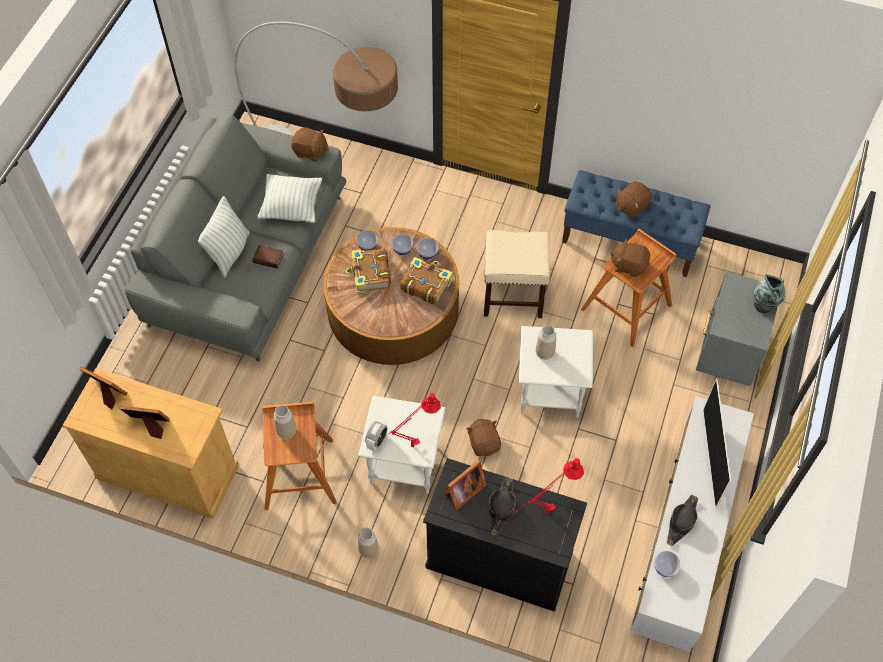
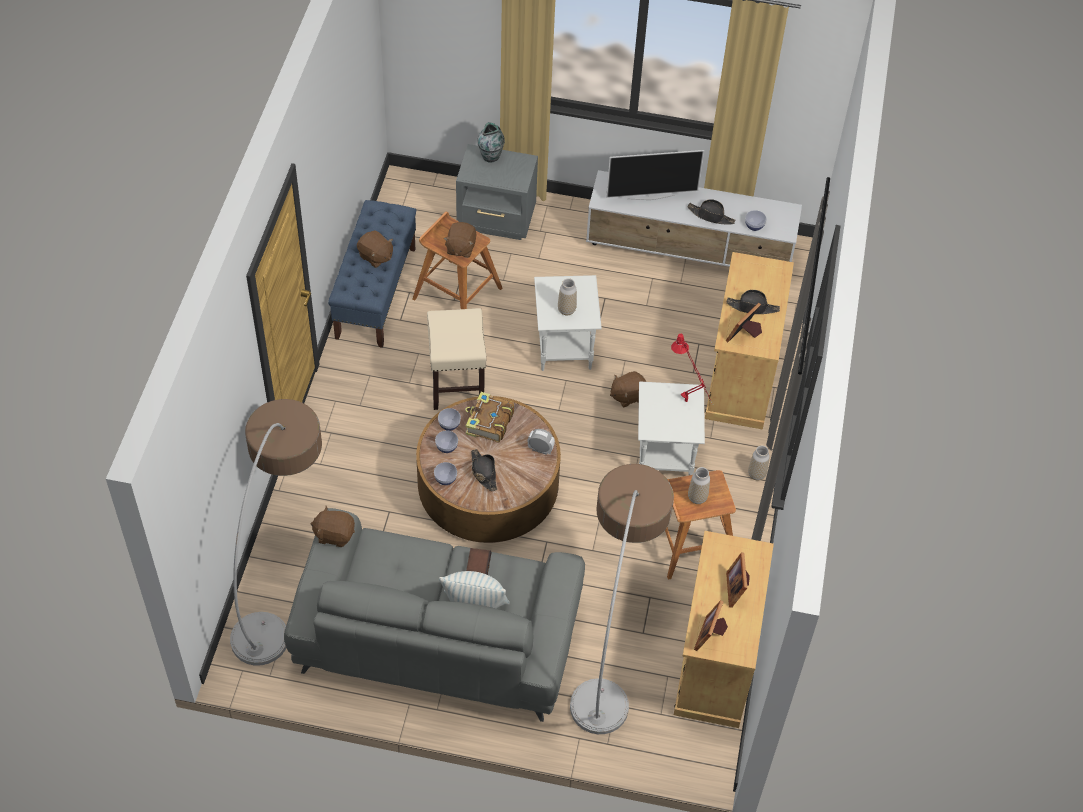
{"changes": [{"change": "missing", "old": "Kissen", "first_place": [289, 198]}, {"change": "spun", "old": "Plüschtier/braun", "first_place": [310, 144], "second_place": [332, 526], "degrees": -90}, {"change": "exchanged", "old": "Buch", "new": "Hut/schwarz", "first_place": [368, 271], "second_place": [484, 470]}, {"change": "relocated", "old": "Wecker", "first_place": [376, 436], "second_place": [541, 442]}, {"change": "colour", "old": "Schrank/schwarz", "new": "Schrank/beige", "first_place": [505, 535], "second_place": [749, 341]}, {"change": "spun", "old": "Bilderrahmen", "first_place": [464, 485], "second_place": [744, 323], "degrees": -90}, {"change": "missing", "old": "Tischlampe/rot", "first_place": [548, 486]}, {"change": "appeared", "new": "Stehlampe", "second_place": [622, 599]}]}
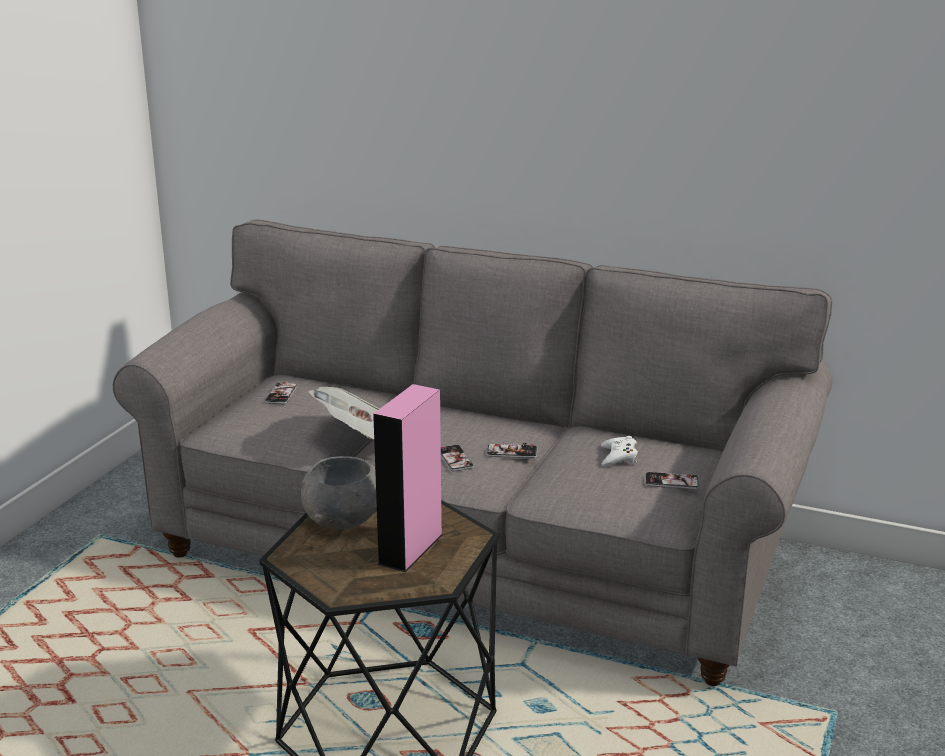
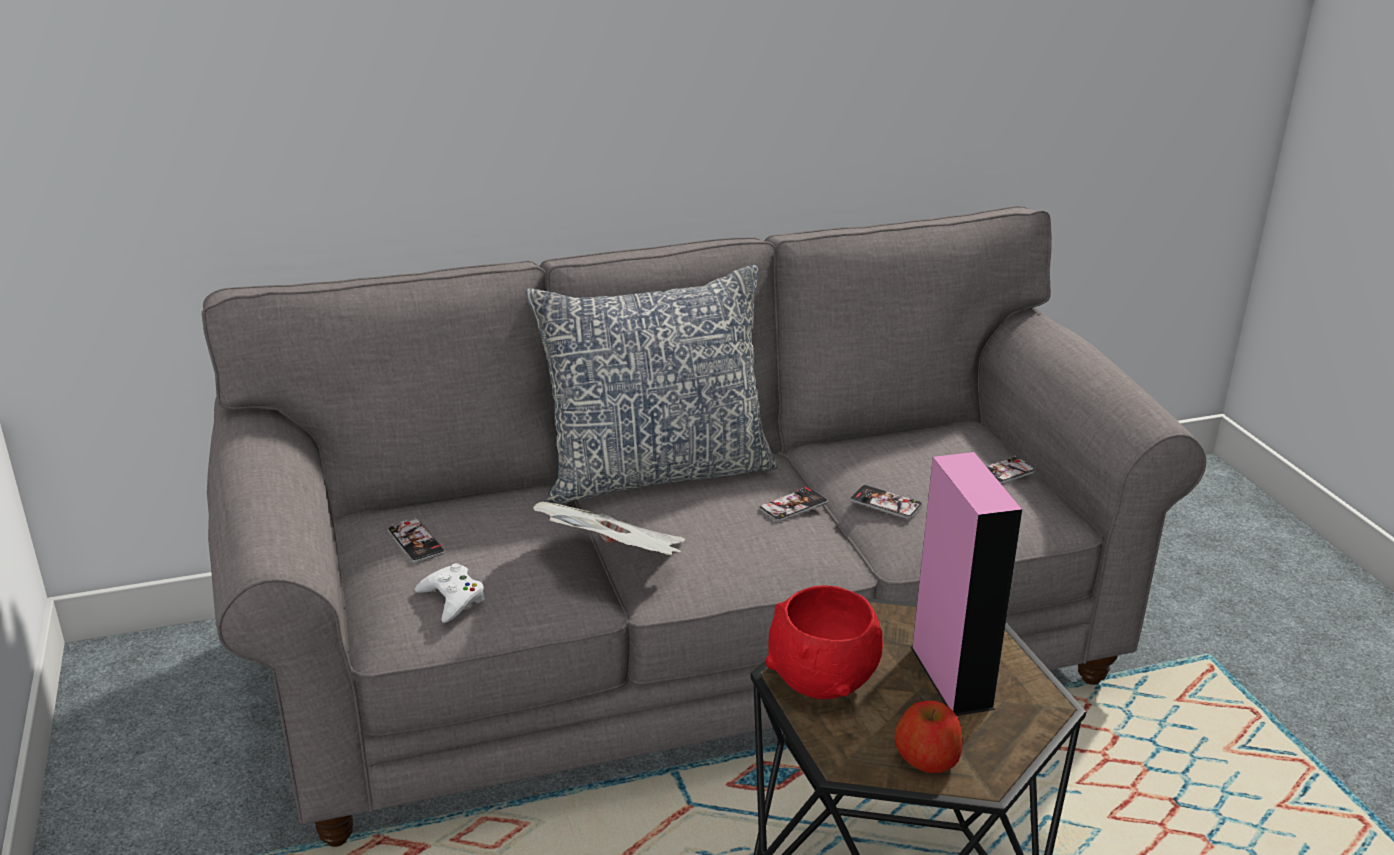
{"changes": [{"change": "colour", "old": "Schüssel/grau", "new": "Schüssel/rot", "first_place": [339, 493], "second_place": [824, 642]}, {"change": "relocated", "old": "Handy", "first_place": [457, 458], "second_place": [886, 502]}, {"change": "relocated", "old": "Gamepad/weiß", "first_place": [619, 451], "second_place": [450, 593]}, {"change": "appeared", "new": "Kissen", "second_place": [651, 383]}, {"change": "appeared", "new": "Apfel", "second_place": [929, 737]}]}
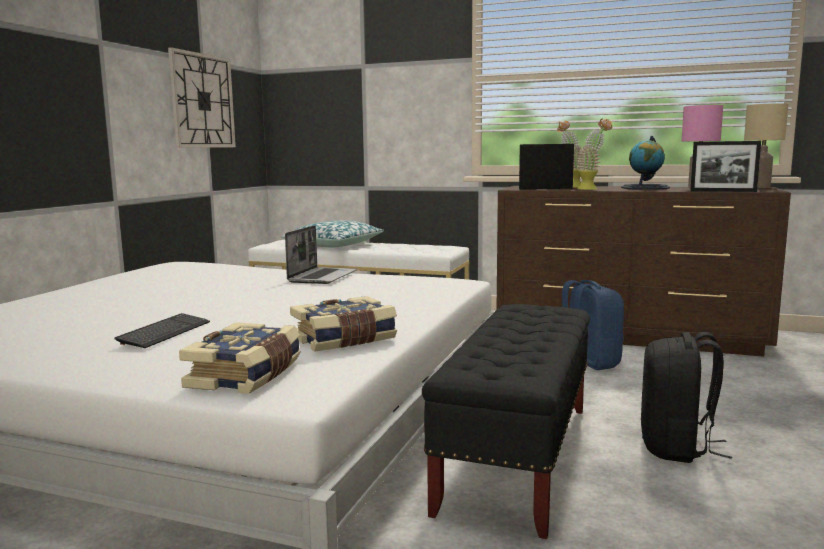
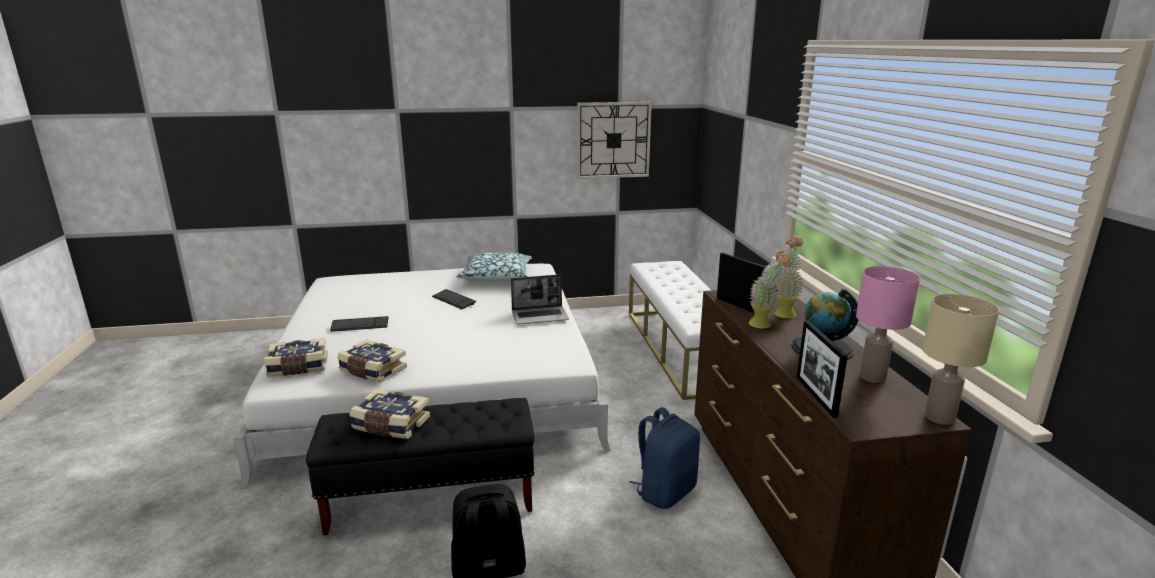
{"changes": [{"change": "relocated", "old": "Kissen", "first_place": [332, 233], "second_place": [494, 267]}, {"change": "appeared", "new": "Buch", "second_place": [390, 414]}, {"change": "appeared", "new": "Tastatur", "second_place": [454, 299]}]}
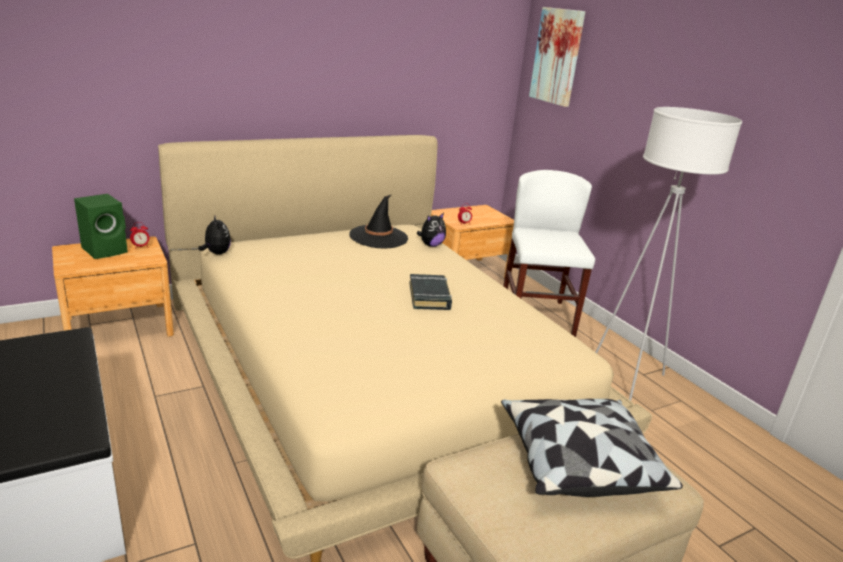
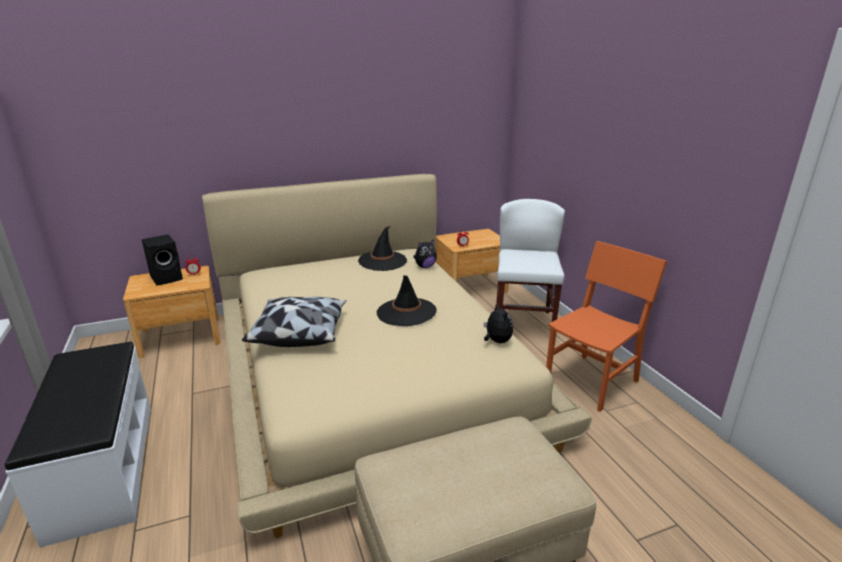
{"changes": [{"change": "colour", "old": "Lautsprecher/grün", "new": "Lautsprecher/schwarz", "first_place": [101, 226], "second_place": [162, 259]}, {"change": "relocated", "old": "Plüschtier", "first_place": [214, 235], "second_place": [498, 323]}, {"change": "exchanged", "old": "Buch/schwarz", "new": "Hut/schwarz", "first_place": [430, 292], "second_place": [407, 300]}, {"change": "relocated", "old": "Kissen", "first_place": [592, 448], "second_place": [294, 322]}, {"change": "missing", "old": "Bild", "first_place": [557, 57]}, {"change": "exchanged", "old": "Stehlampe/weiß", "new": "Stuhl/orange", "first_place": [669, 254], "second_place": [606, 326]}]}
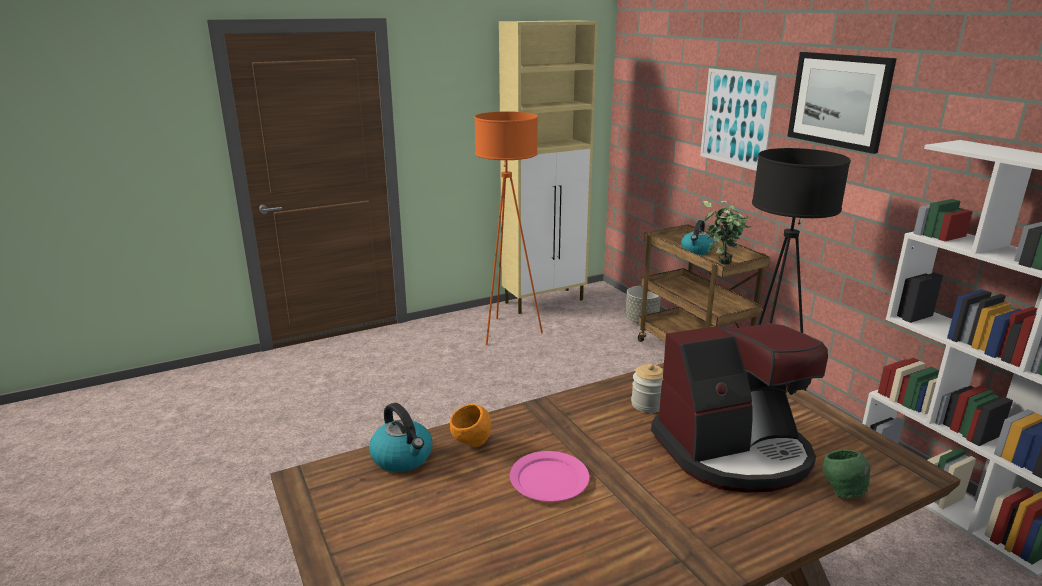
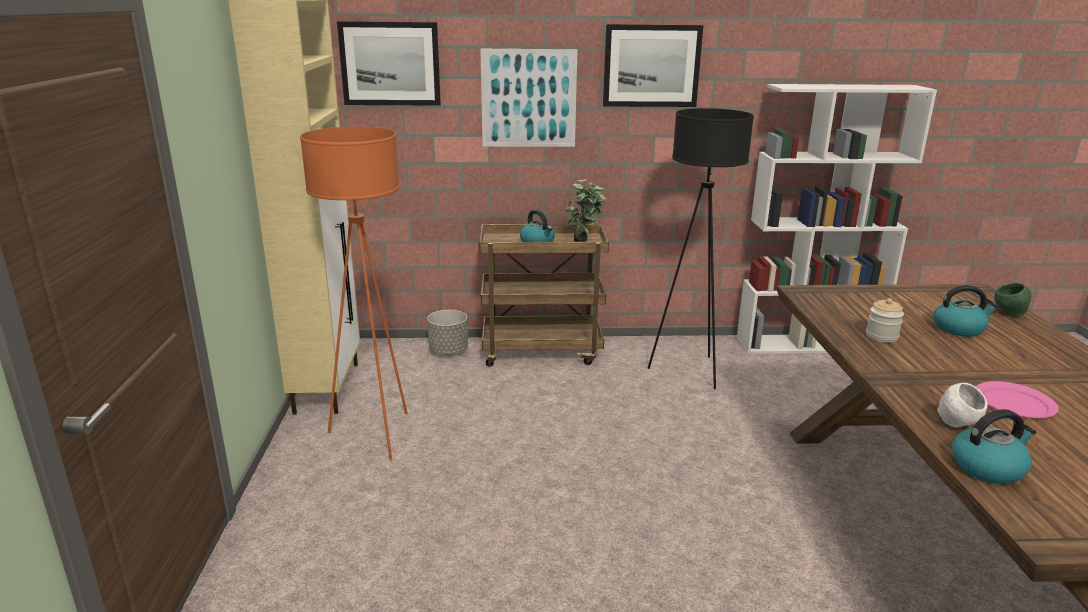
{"changes": [{"change": "colour", "old": "Schüssel/orange", "new": "Schüssel/weiß", "first_place": [470, 425], "second_place": [962, 405]}, {"change": "exchanged", "old": "Kaffeemaschine", "new": "Wasserkessel", "first_place": [739, 408], "second_place": [966, 311]}, {"change": "appeared", "new": "Bild", "second_place": [389, 63]}]}
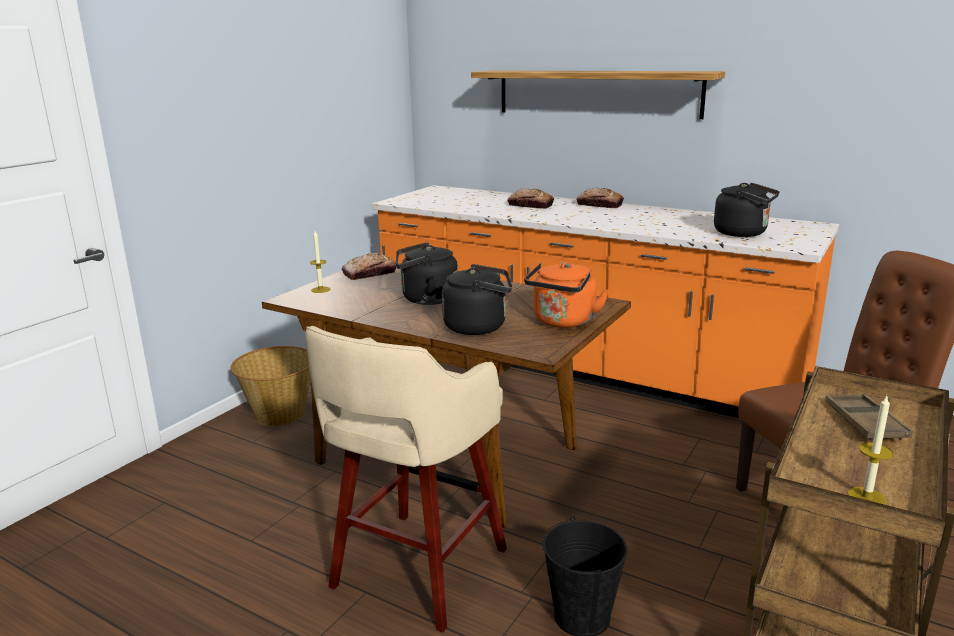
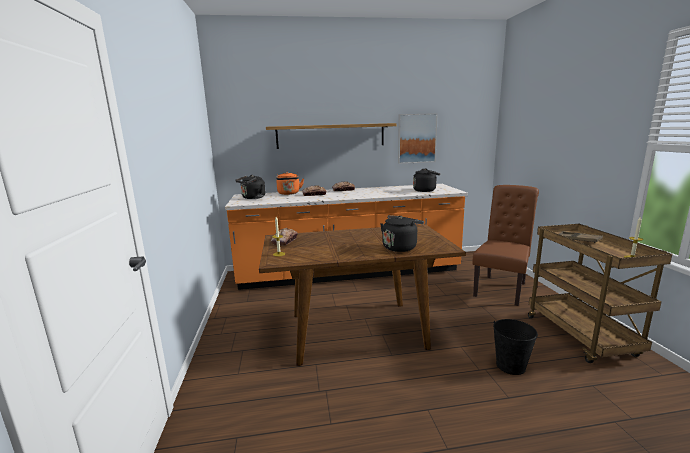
{"changes": [{"change": "missing", "old": "Korb", "first_place": [270, 386]}, {"change": "missing", "old": "Hocker/beige", "first_place": [406, 479]}, {"change": "relocated", "old": "Wasserkessel/schwarz", "first_place": [427, 273], "second_place": [250, 187]}, {"change": "relocated", "old": "Wasserkessel/orange", "first_place": [566, 295], "second_place": [290, 183]}, {"change": "appeared", "new": "Bild", "second_place": [418, 138]}]}
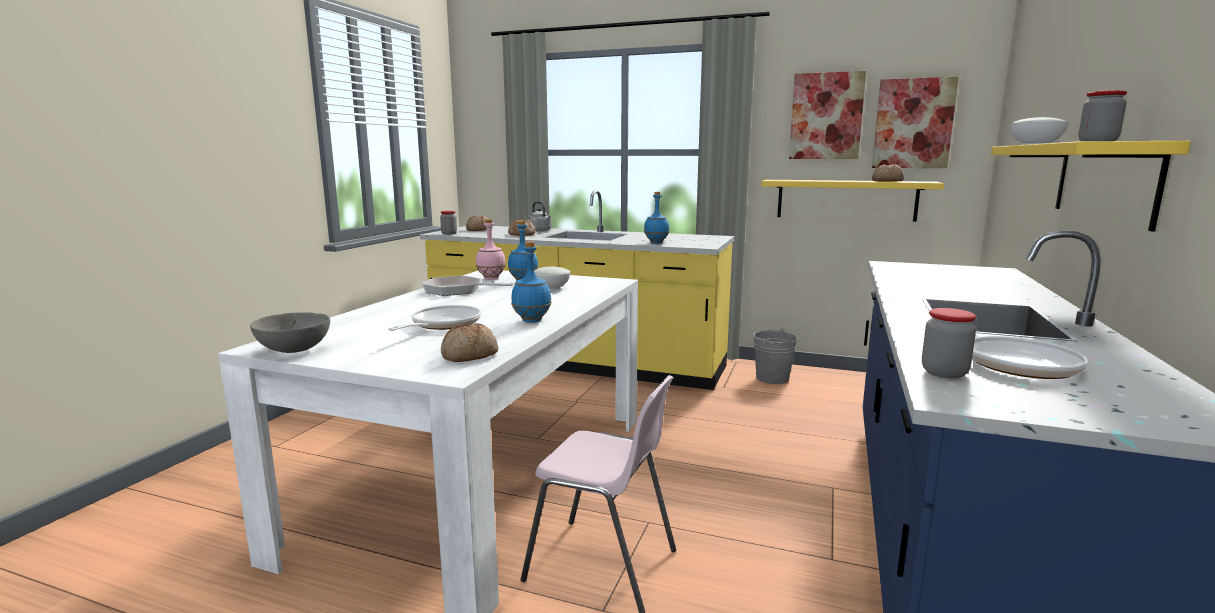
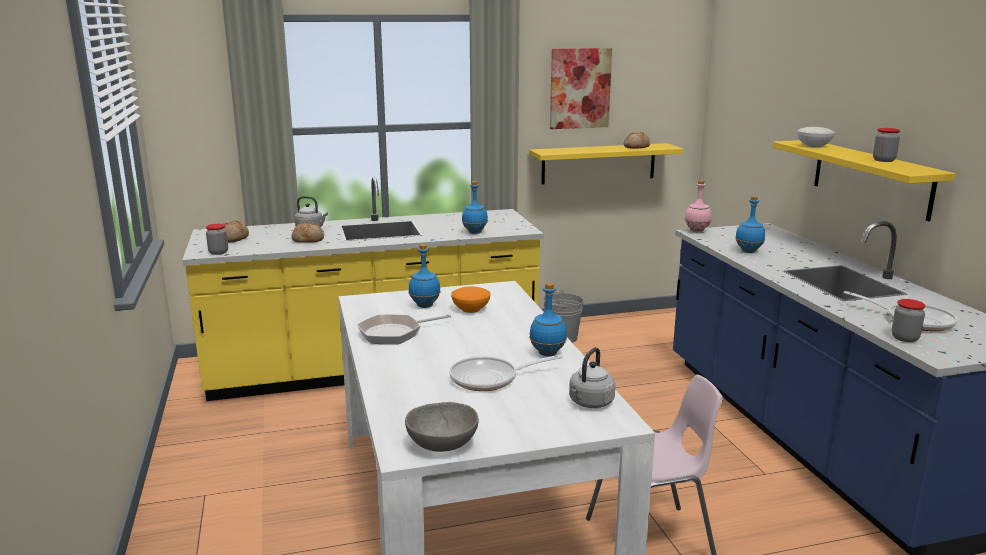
{"changes": [{"change": "spun", "old": "Pfanne", "first_place": [434, 318], "second_place": [506, 373], "degrees": -90}, {"change": "exchanged", "old": "Brot", "new": "Wasserkessel/grau", "first_place": [469, 343], "second_place": [592, 377]}, {"change": "relocated", "old": "Flasche/rosa", "first_place": [491, 249], "second_place": [698, 206]}, {"change": "colour", "old": "Schüssel/weiß", "new": "Schüssel/orange", "first_place": [552, 278], "second_place": [471, 299]}, {"change": "missing", "old": "Bild", "first_place": [915, 122]}, {"change": "appeared", "new": "Flasche/blau", "second_place": [750, 224]}]}
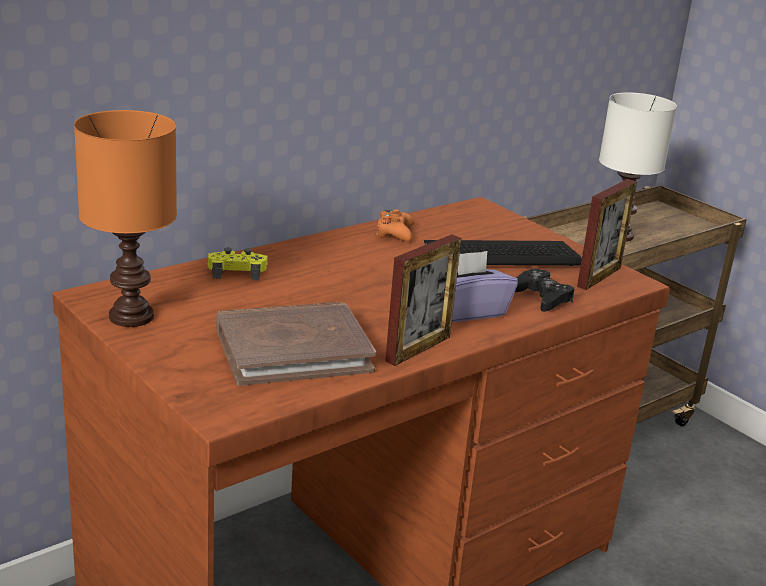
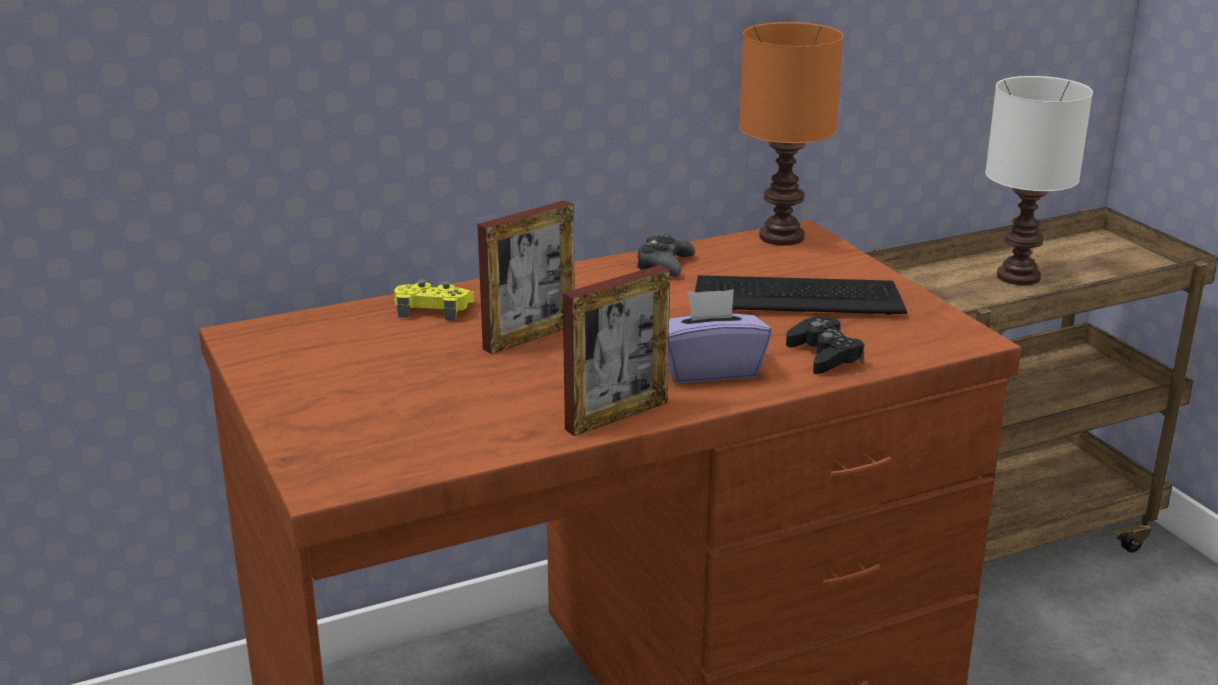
{"changes": [{"change": "relocated", "old": "Tischlampe/orange", "first_place": [125, 218], "second_place": [791, 134]}, {"change": "missing", "old": "Buch/braun", "first_place": [296, 344]}, {"change": "colour", "old": "Gamepad/orange", "new": "Gamepad/schwarz", "first_place": [395, 225], "second_place": [665, 255]}, {"change": "relocated", "old": "Bilderrahmen", "first_place": [607, 234], "second_place": [526, 277]}]}
